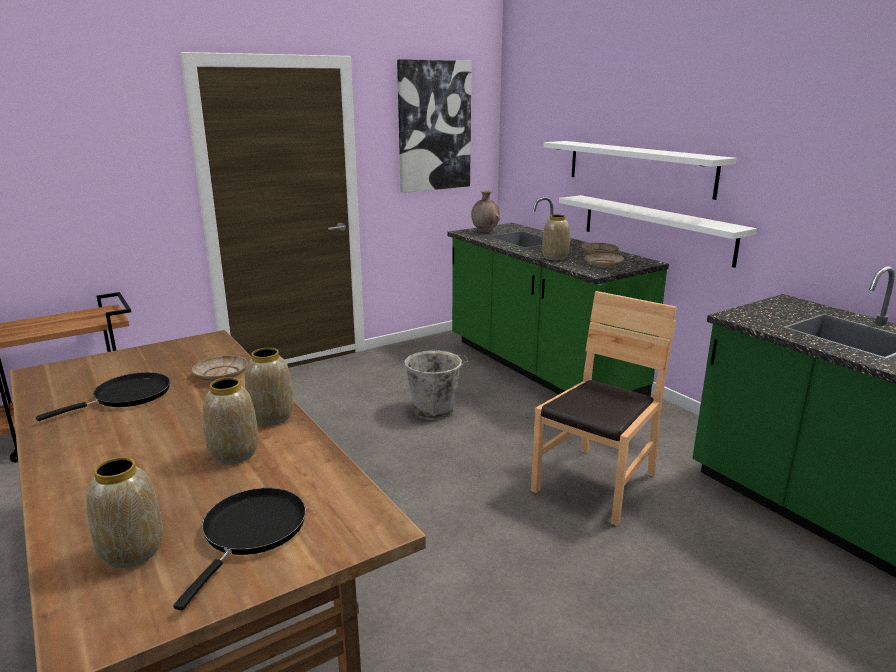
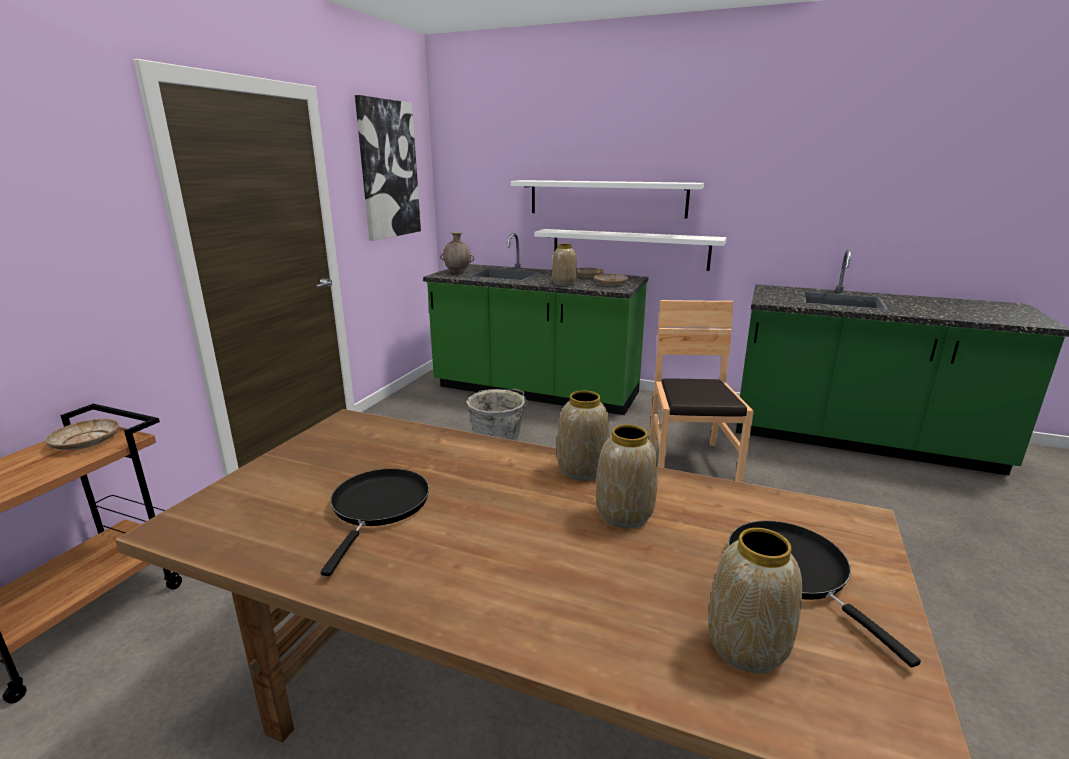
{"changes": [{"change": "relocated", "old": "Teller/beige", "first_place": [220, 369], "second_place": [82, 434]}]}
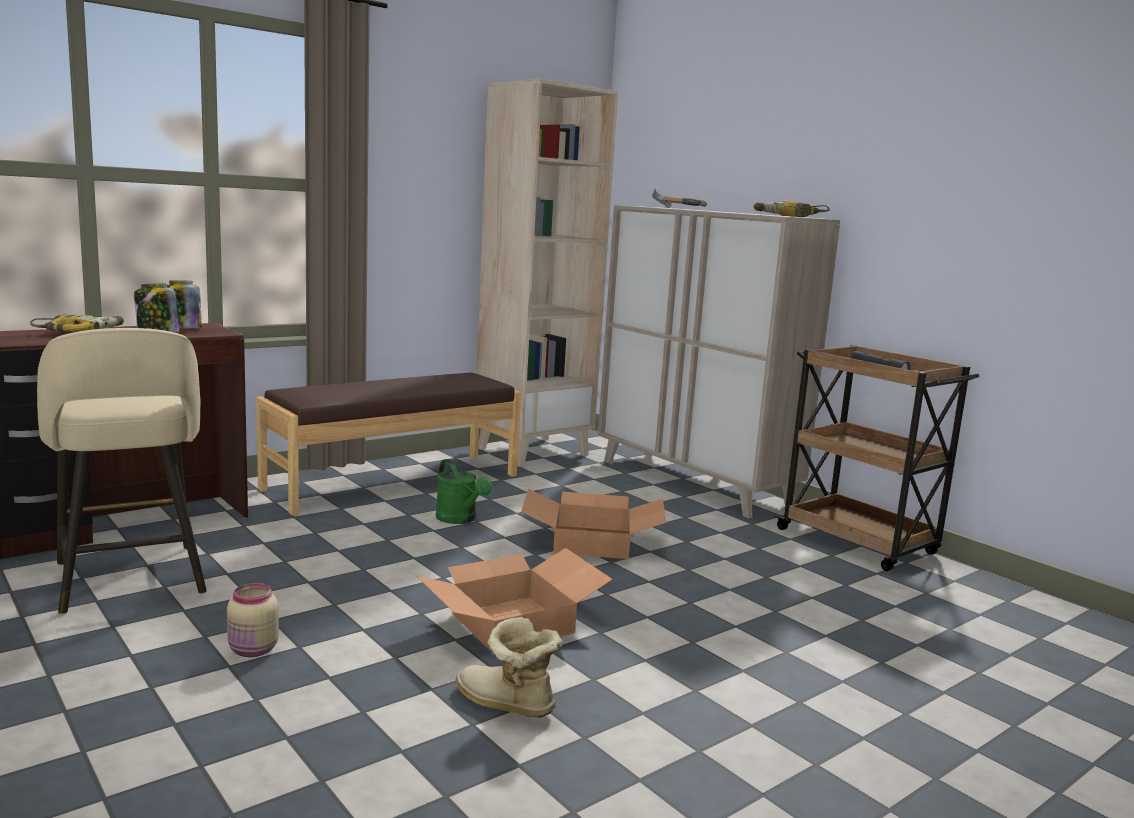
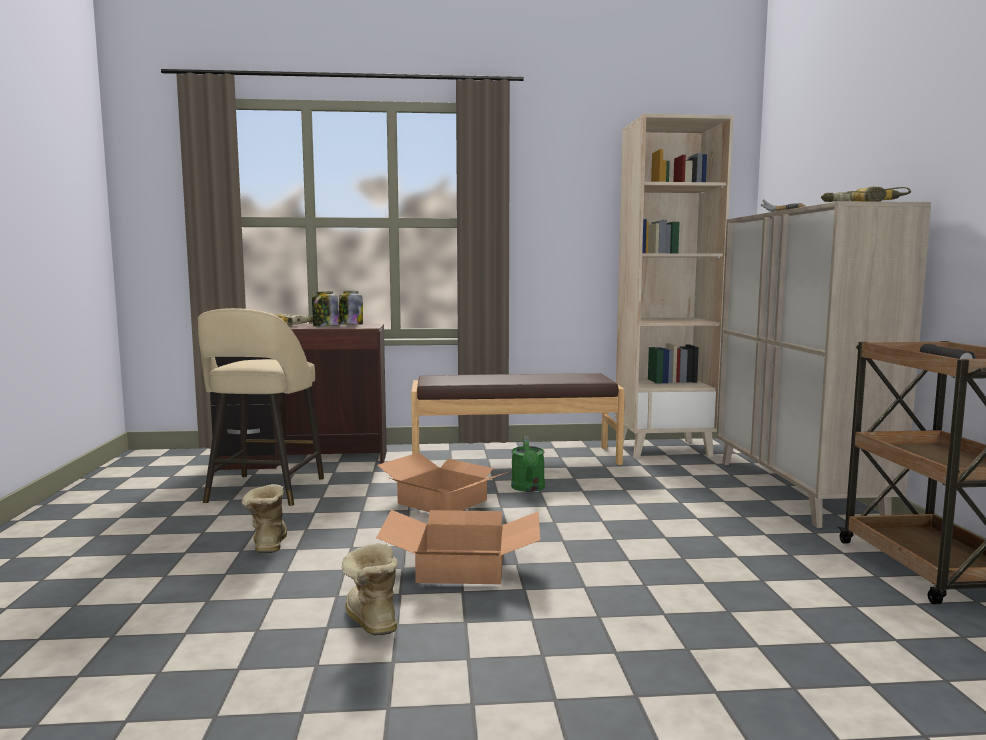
{"changes": [{"change": "exchanged", "old": "Vorratsglas/beige", "new": "Stiefel", "first_place": [253, 620], "second_place": [264, 518]}, {"change": "relocated", "old": "Karton", "first_place": [593, 524], "second_place": [442, 482]}]}
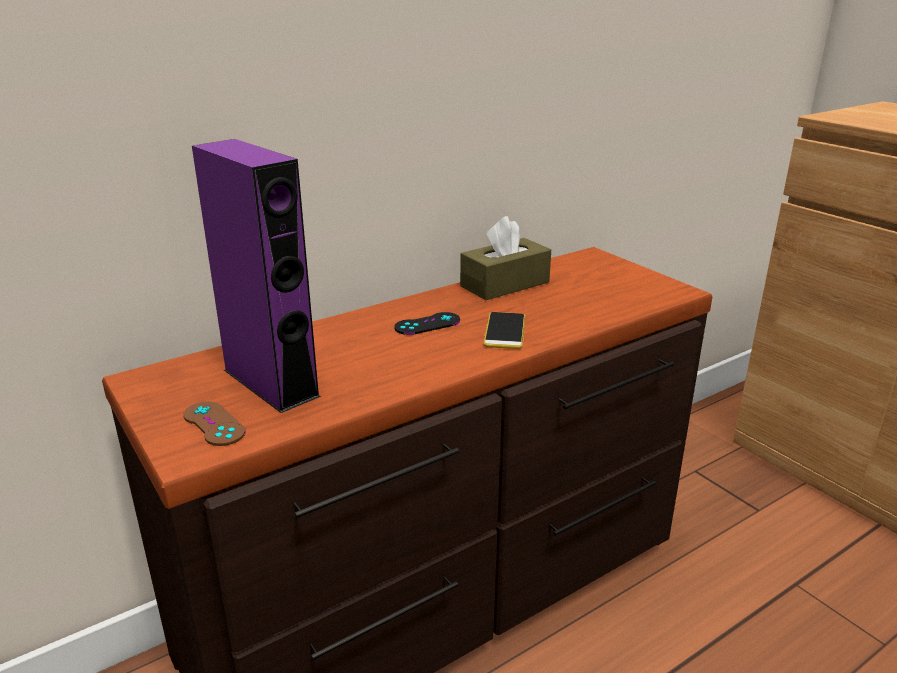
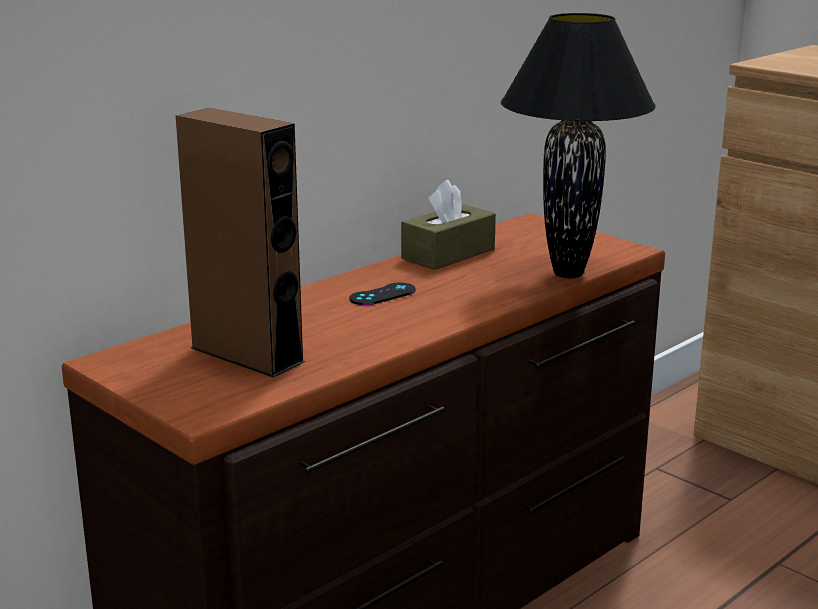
{"changes": [{"change": "missing", "old": "Gamepad/braun", "first_place": [214, 424]}, {"change": "colour", "old": "Lautsprecher/lila", "new": "Lautsprecher/braun", "first_place": [256, 276], "second_place": [241, 243]}, {"change": "missing", "old": "Handy", "first_place": [504, 330]}, {"change": "appeared", "new": "Tischlampe/schwarz", "second_place": [578, 145]}]}
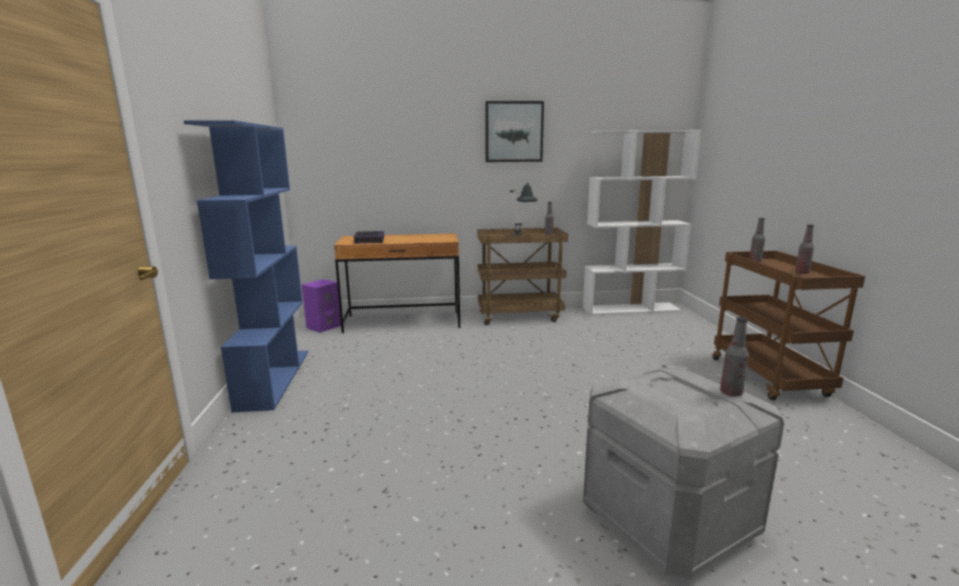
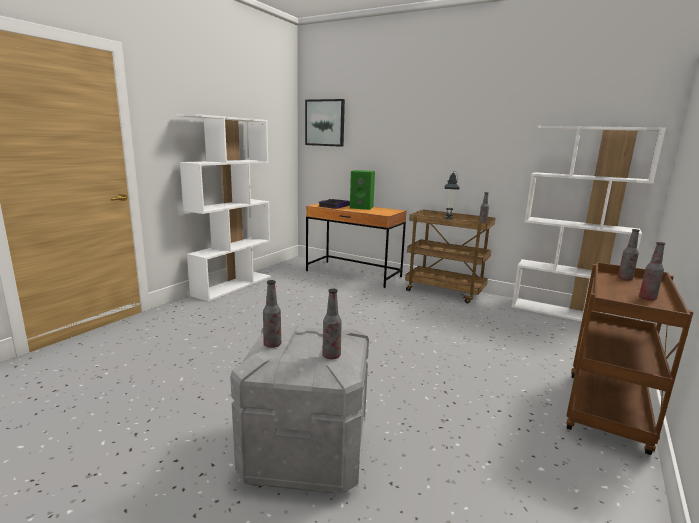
{"changes": [{"change": "colour", "old": "Bücherregal/blau", "new": "Bücherregal/weiß", "first_place": [246, 266], "second_place": [223, 207]}, {"change": "missing", "old": "Lautsprecher/lila", "first_place": [321, 306]}, {"change": "relocated", "old": "Bild", "first_place": [514, 131], "second_place": [325, 123]}, {"change": "appeared", "new": "Flasche", "second_place": [272, 314]}, {"change": "appeared", "new": "Lautsprecher/grün", "second_place": [362, 190]}]}
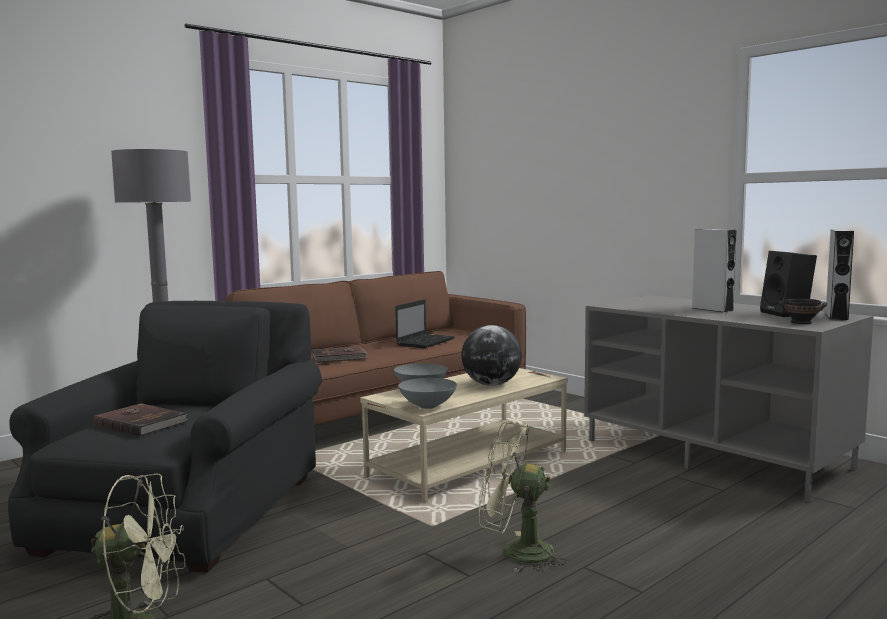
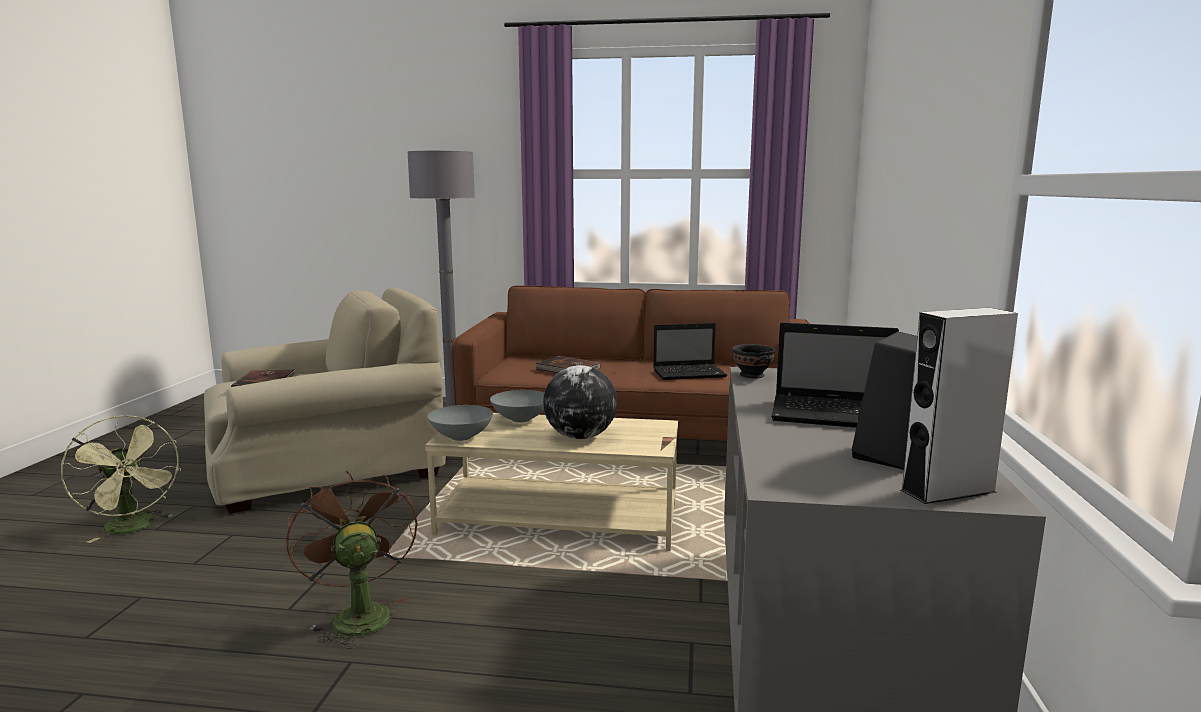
{"changes": [{"change": "colour", "old": "Sessel/schwarz", "new": "Sessel/beige", "first_place": [165, 437], "second_place": [325, 400]}, {"change": "colour", "old": "Ventilator/grün", "new": "Ventilator/braun", "first_place": [523, 497], "second_place": [351, 560]}, {"change": "exchanged", "old": "Lautsprecher/grau", "new": "Laptop", "first_place": [714, 271], "second_place": [835, 375]}, {"change": "relocated", "old": "Schüssel/schwarz", "first_place": [802, 311], "second_place": [753, 361]}]}
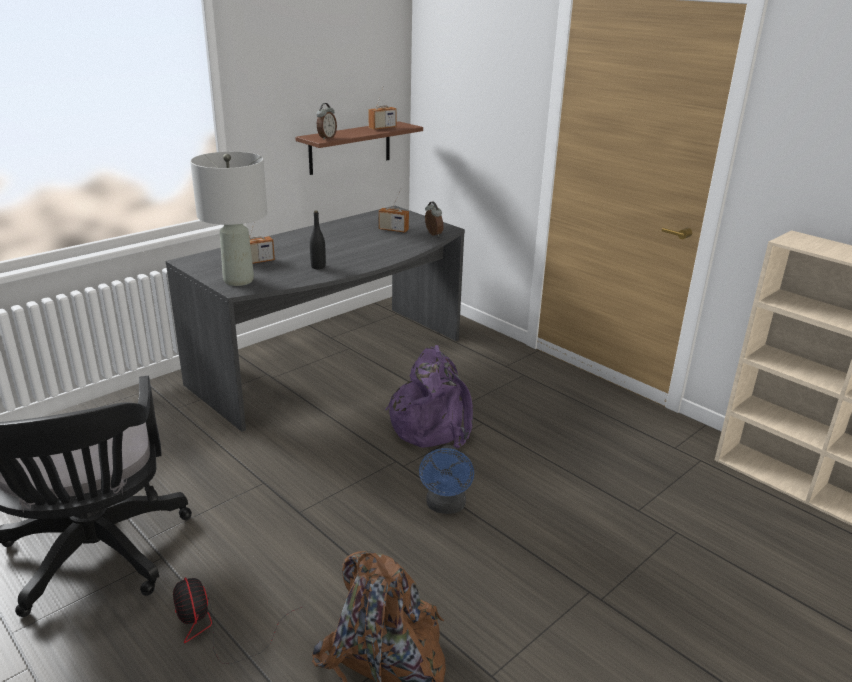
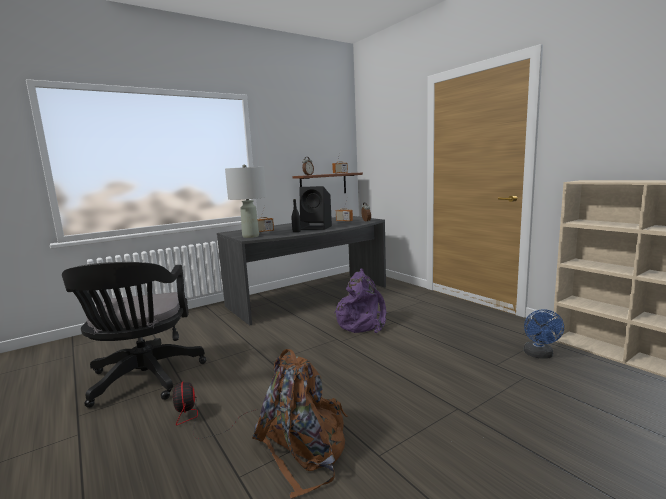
{"changes": [{"change": "relocated", "old": "Ventilator/blau", "first_place": [446, 479], "second_place": [544, 334]}, {"change": "appeared", "new": "Lautsprecher/schwarz", "second_place": [315, 208]}]}
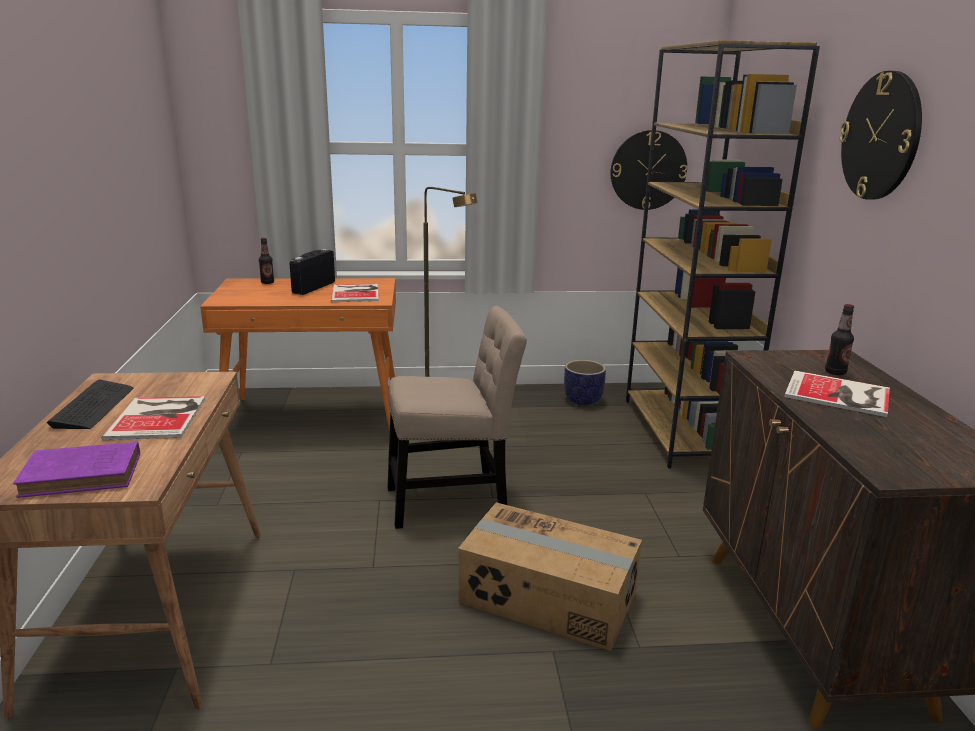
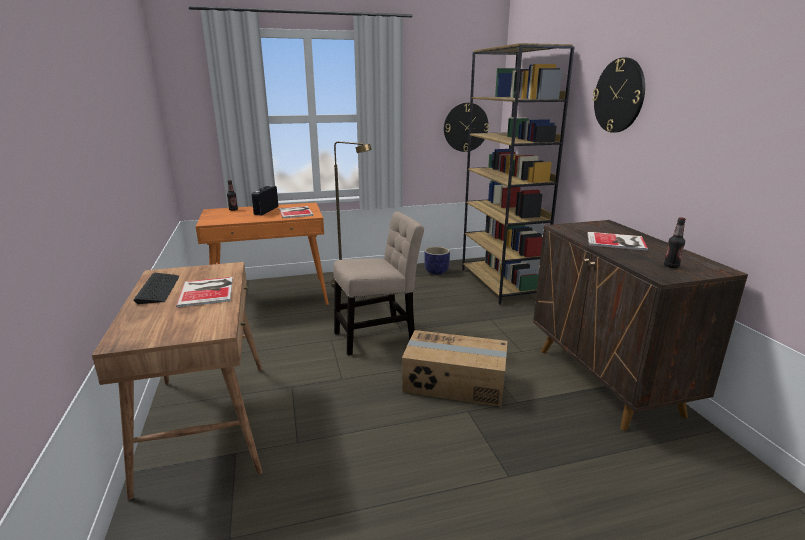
{"changes": [{"change": "missing", "old": "Buch/lila", "first_place": [76, 470]}, {"change": "relocated", "old": "Flasche", "first_place": [839, 339], "second_place": [675, 242]}]}
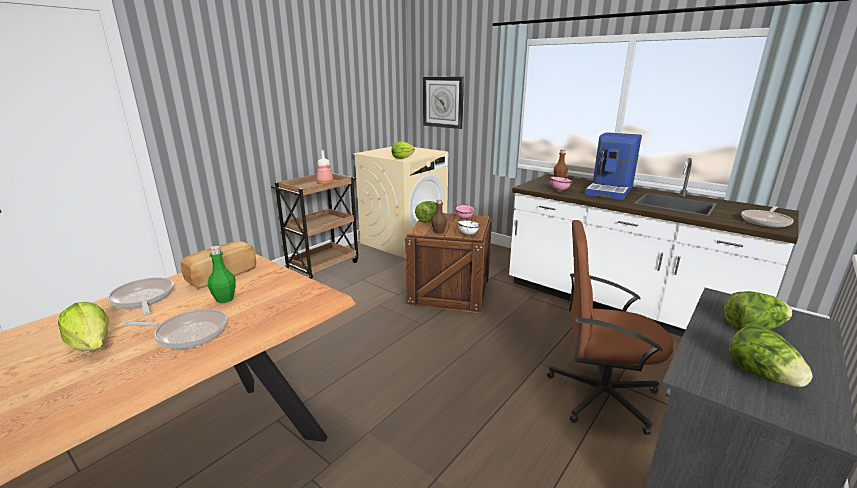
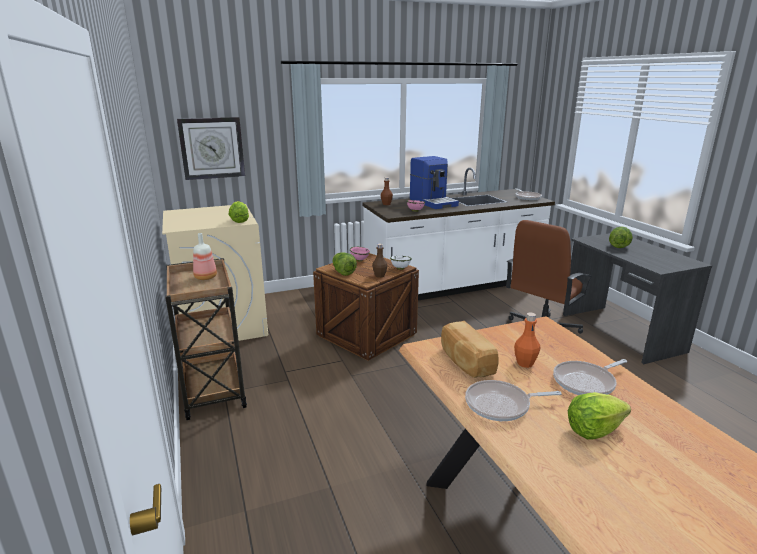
{"changes": [{"change": "spun", "old": "Pfanne", "first_place": [175, 329], "second_place": [590, 377], "degrees": -150}, {"change": "colour", "old": "Flasche/grün", "new": "Flasche/orange", "first_place": [222, 274], "second_place": [527, 340]}, {"change": "missing", "old": "Salatkopf", "first_place": [771, 355]}]}
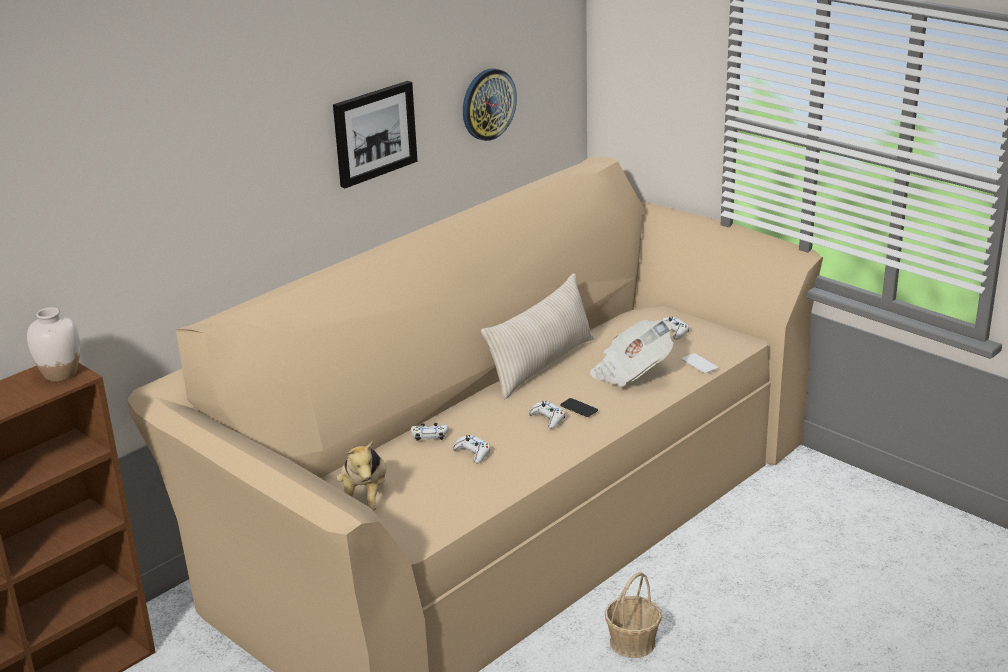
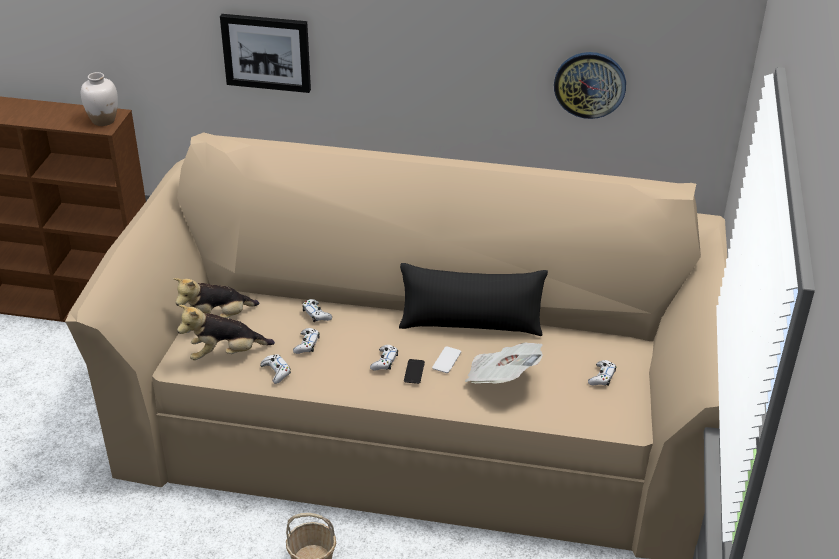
{"changes": [{"change": "relocated", "old": "Bild", "first_place": [375, 134], "second_place": [265, 53]}, {"change": "colour", "old": "Kissen/beige", "new": "Kissen/schwarz", "first_place": [537, 336], "second_place": [473, 299]}, {"change": "relocated", "old": "Handy", "first_place": [700, 363], "second_place": [446, 359]}, {"change": "appeared", "new": "Plüschtier", "second_place": [226, 332]}, {"change": "appeared", "new": "Gamepad/weiß", "second_place": [275, 369]}]}
